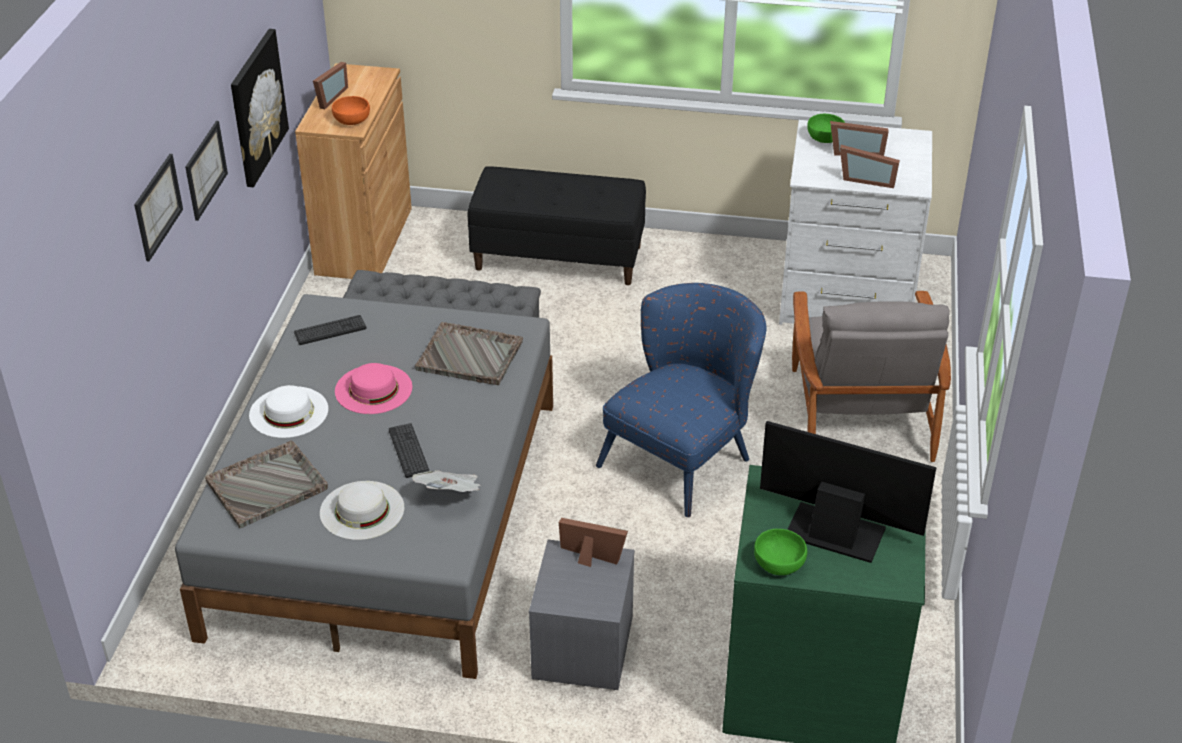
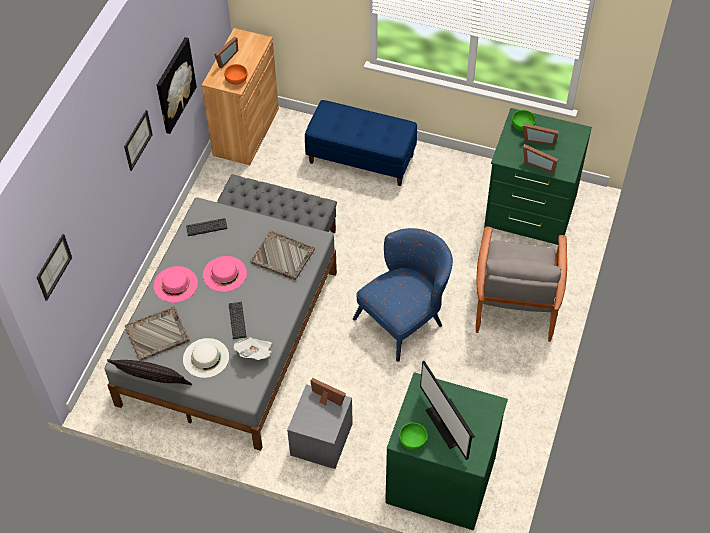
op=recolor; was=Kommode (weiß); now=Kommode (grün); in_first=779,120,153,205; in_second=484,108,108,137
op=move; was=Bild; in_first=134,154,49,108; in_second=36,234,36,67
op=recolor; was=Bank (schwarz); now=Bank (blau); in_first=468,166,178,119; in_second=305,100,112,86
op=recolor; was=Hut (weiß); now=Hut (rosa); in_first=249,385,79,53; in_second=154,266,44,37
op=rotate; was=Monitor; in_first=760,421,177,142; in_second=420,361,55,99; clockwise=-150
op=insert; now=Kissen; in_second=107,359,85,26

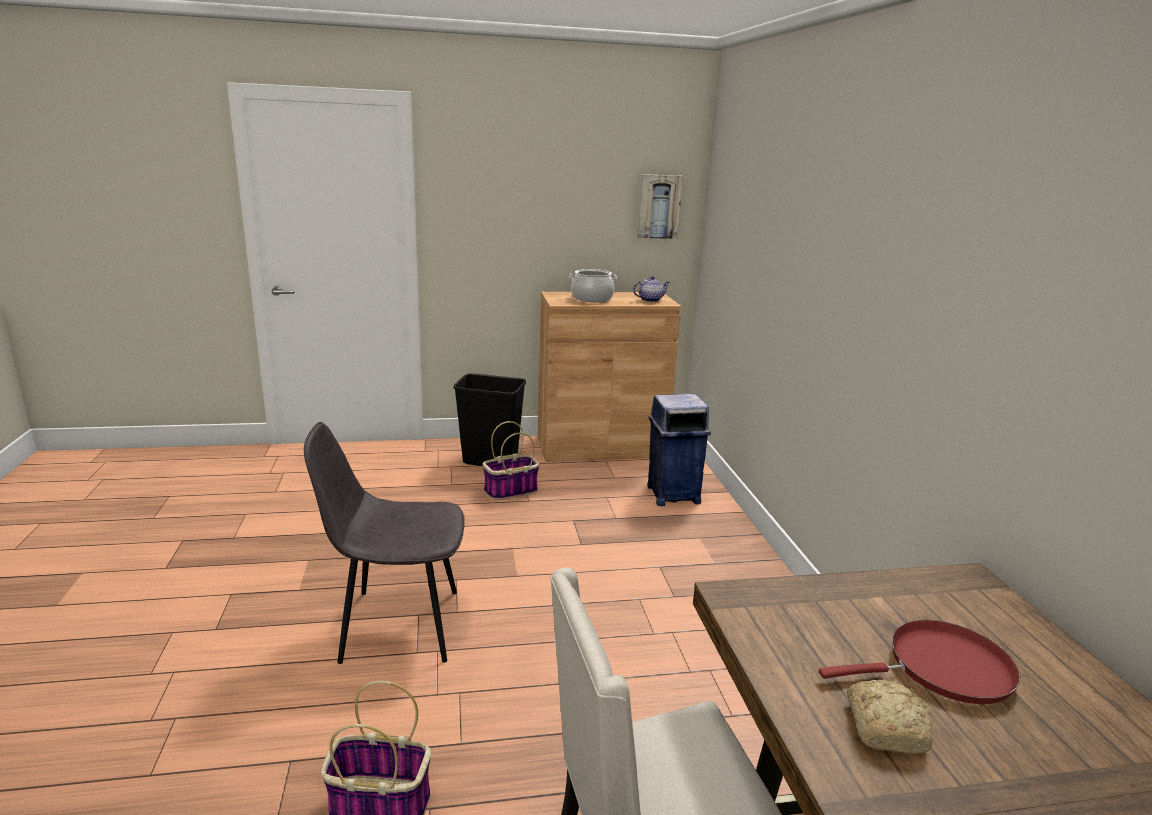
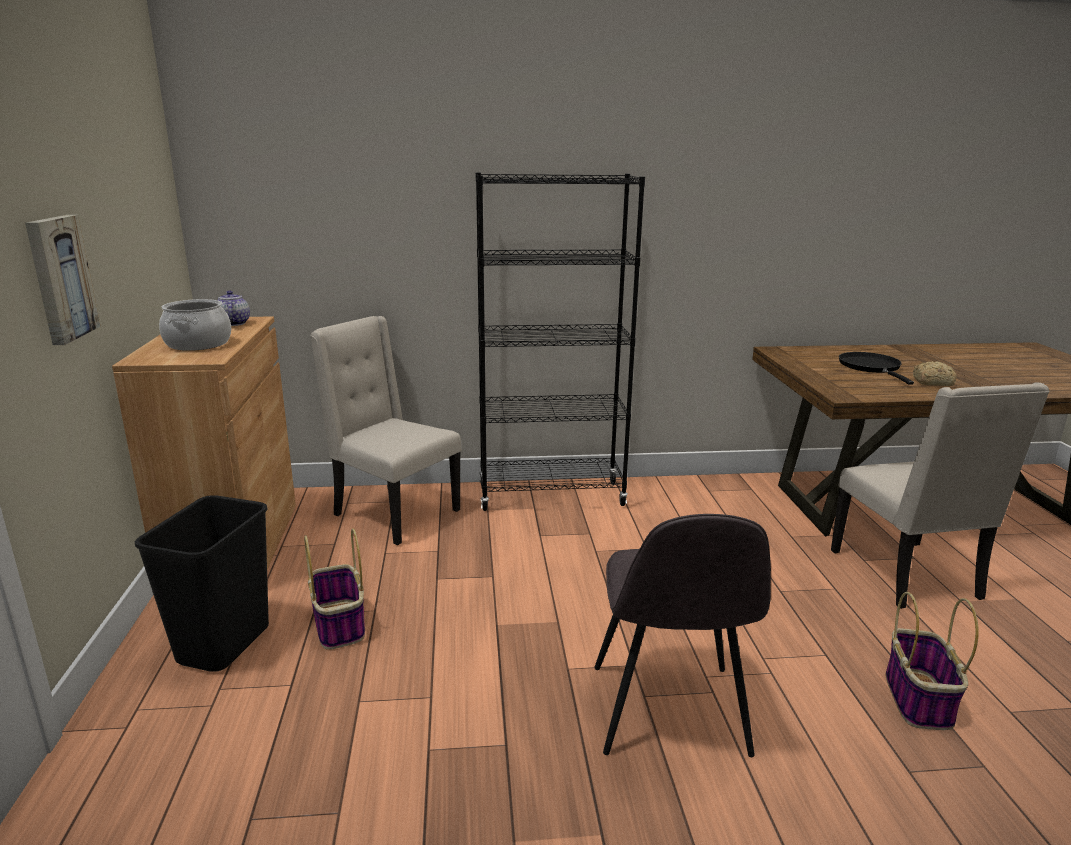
op=move; was=Bild; in_first=637,174,46,65; in_second=25,215,76,130
op=replace; was=Mülleimer (blau); now=Stuhl (beige); in_first=647,394,64,112; in_second=310,316,152,229
op=recolor; was=Pfanne (rot); now=Pfanne (schwarz); in_first=819,620,201,84; in_second=839,352,75,33
op=insert; now=Bücherregal (schwarz); in_second=476,172,169,339

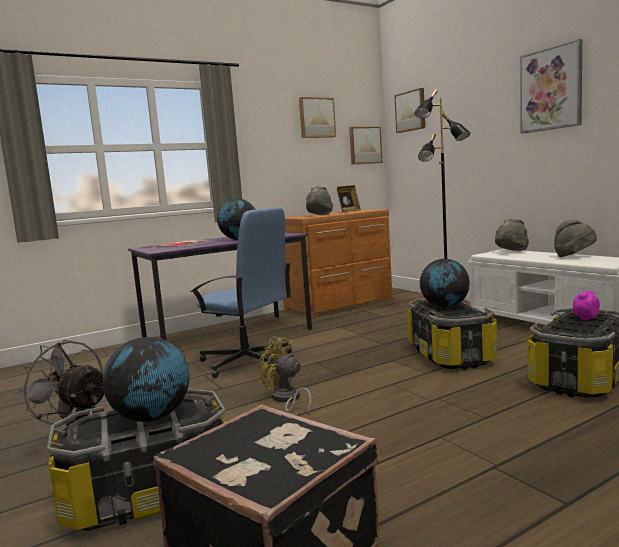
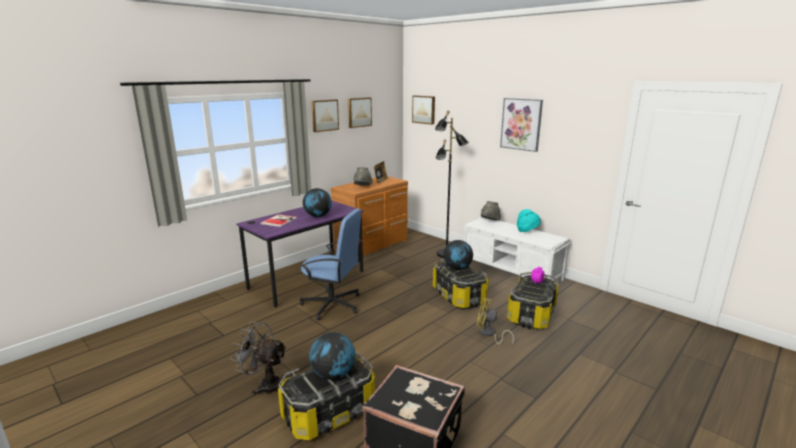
op=move; was=Bild; in_first=349,127,33,38; in_second=311,99,28,33
op=recolor; was=Hut (grau); now=Hut (türkis); in_first=554,219,43,38; in_second=517,209,24,23
op=move; was=Ventilator (gelb); in_first=259,336,53,79; in_second=477,298,37,47

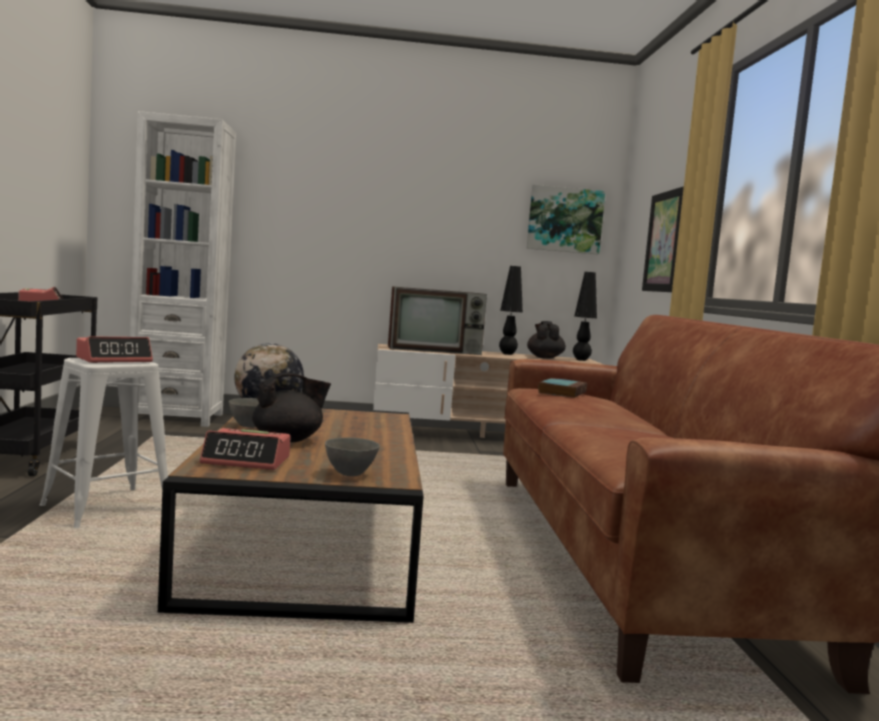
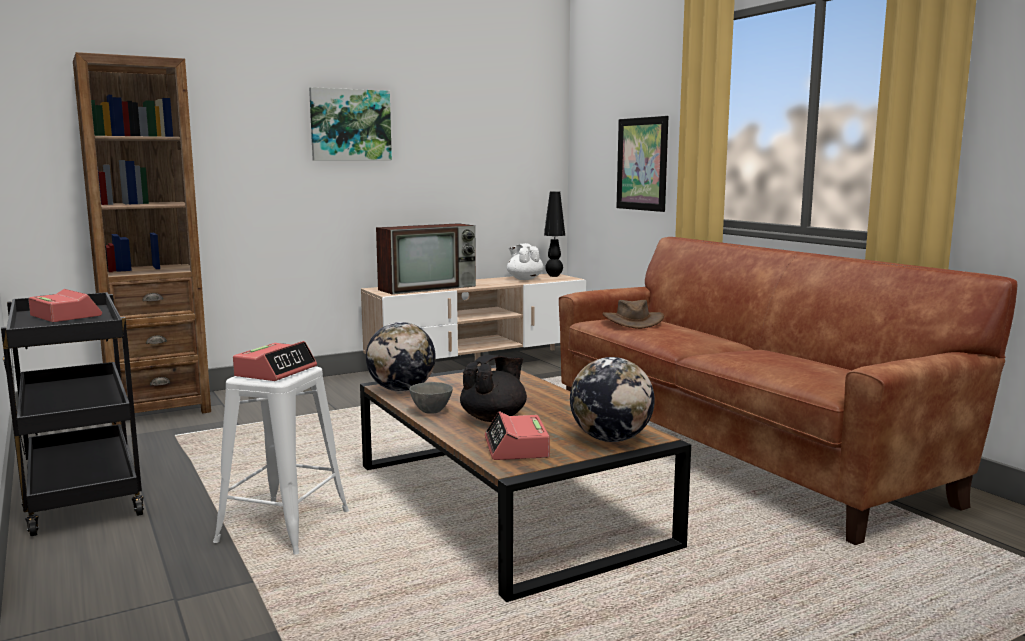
op=recolor; was=Bücherregal (weiß); now=Bücherregal (braun); in_first=130,111,106,316; in_second=73,52,138,373
op=move; was=Bild; in_first=527,184,79,70; in_second=309,87,83,74
op=delete; was=Tischlampe (schwarz); in_first=499,266,24,89
op=recolor; was=Teekanne (schwarz); now=Teekanne (weiß); in_first=527,321,39,38; in_second=507,243,37,37
op=replace; was=Buch; now=Hut (braun); in_first=538,378,49,20; in_second=603,300,61,29
op=rotate; was=Wecker; in_first=200,428,91,42; in_second=485,411,65,49; clockwise=105
op=replace; was=Schüssel (grau); now=Globus; in_first=325,438,55,38; in_second=570,357,85,85

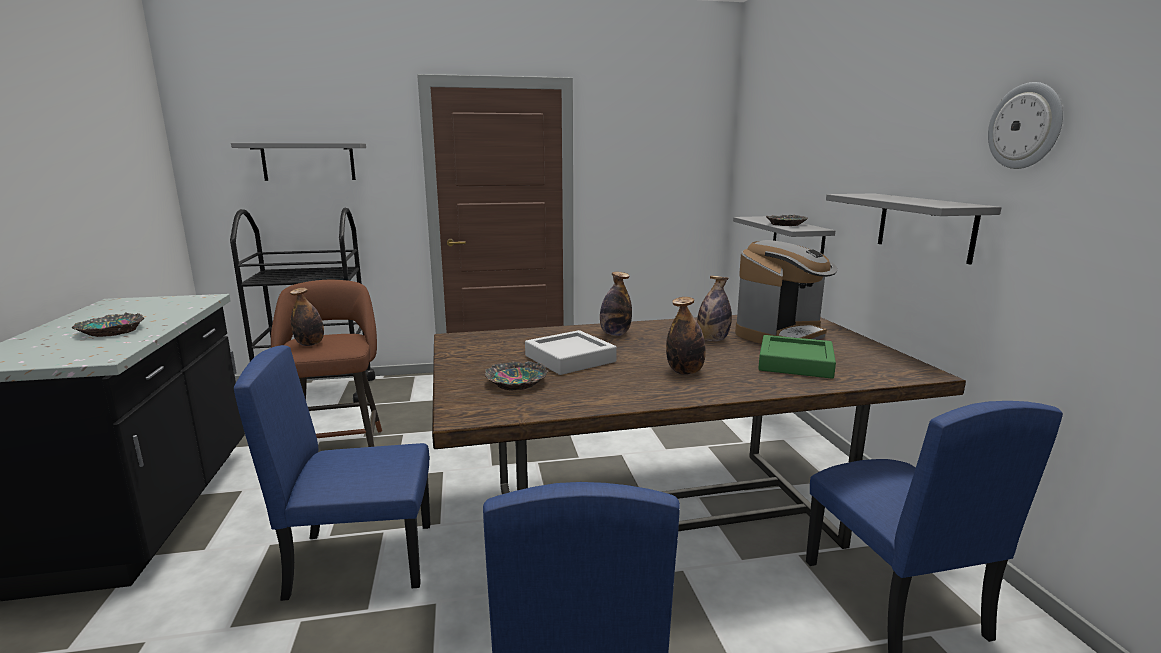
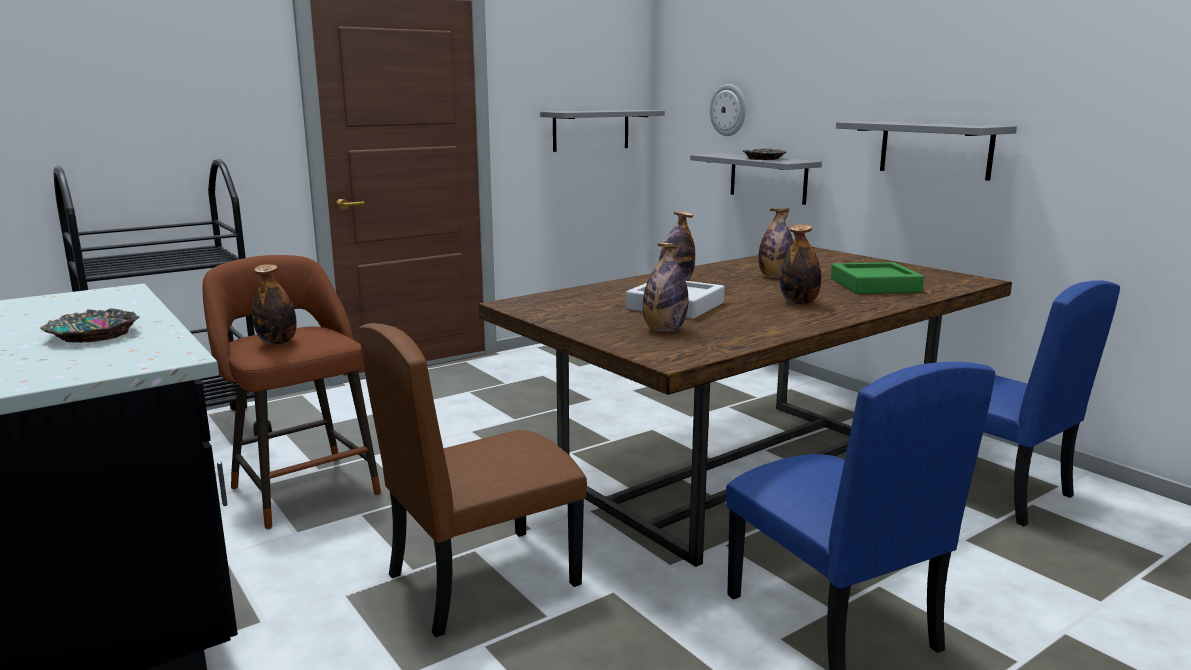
op=move; was=Wanduhr; in_first=988,82,75,87; in_second=710,84,36,52
op=move; was=Wandregal (grau); in_first=231,143,135,38; in_second=540,110,125,42
op=delete; was=Kaffeemaschine; in_first=735,240,102,104
op=recolor; was=Stuhl (blau); now=Stuhl (braun); in_first=234,345,196,256; in_second=359,323,228,314
op=replace; was=Schüssel; now=Flasche; in_first=485,361,64,29; in_second=643,243,45,88

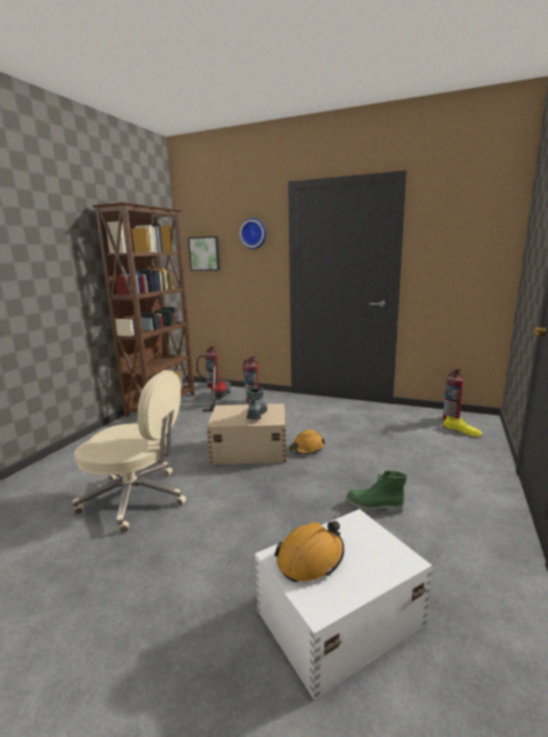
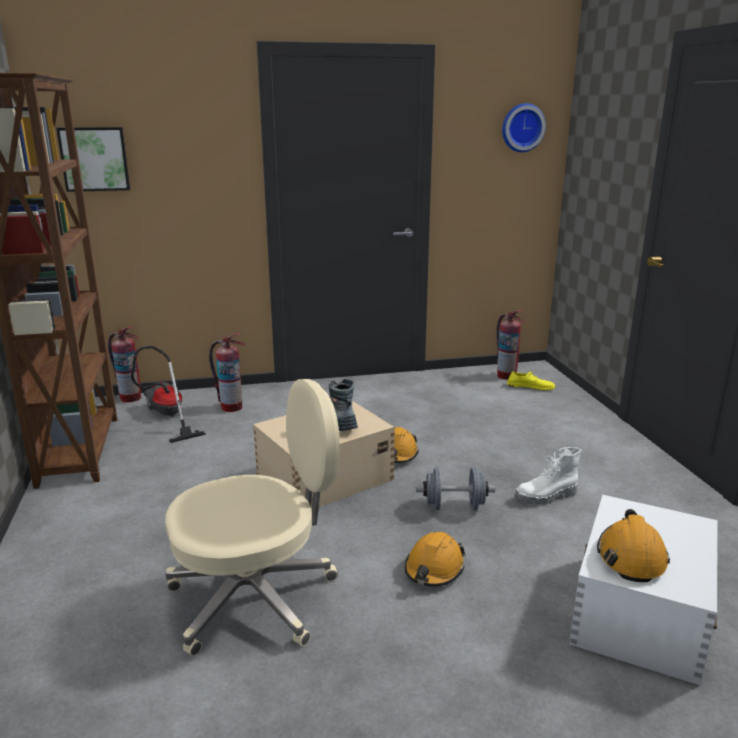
op=move; was=Wanduhr; in_first=239,218,27,31; in_second=502,103,44,49
op=recolor; was=Stiefel (grün); now=Stiefel (weiß); in_first=346,471,61,42; in_second=514,447,67,58
op=insert; now=Hantel (grau); in_second=416,467,79,43
op=insert; now=Schutzhelm (orange); in_second=405,532,61,55

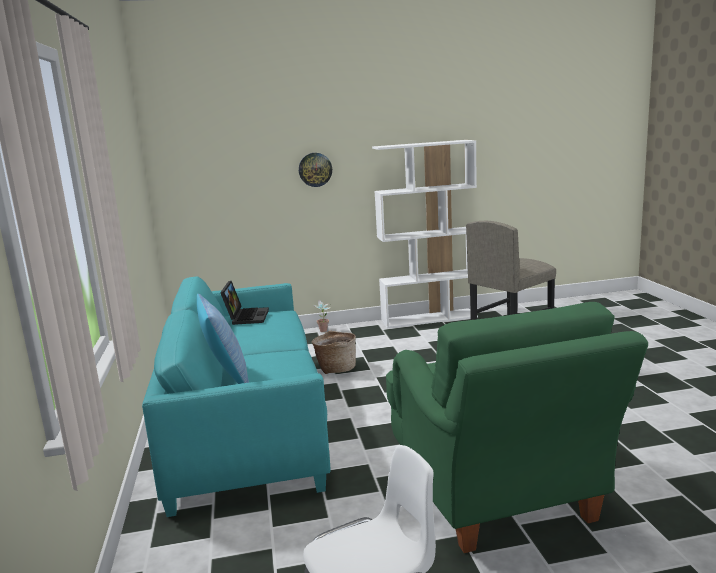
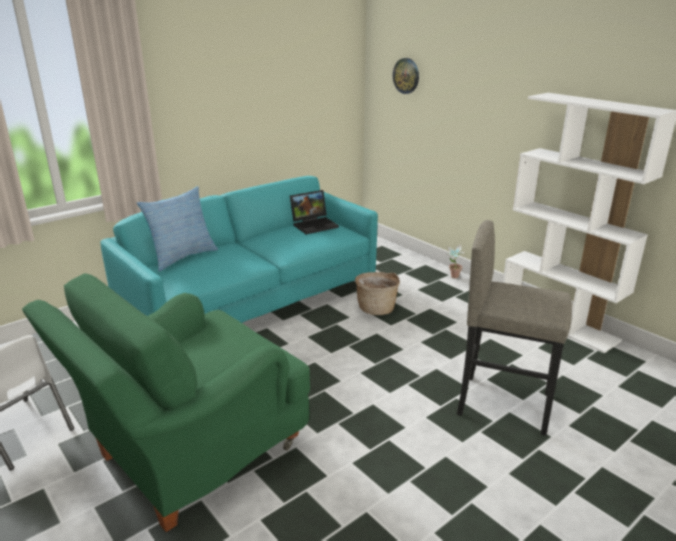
op=move; was=Wanduhr; in_first=299,153,33,34; in_second=393,58,26,36

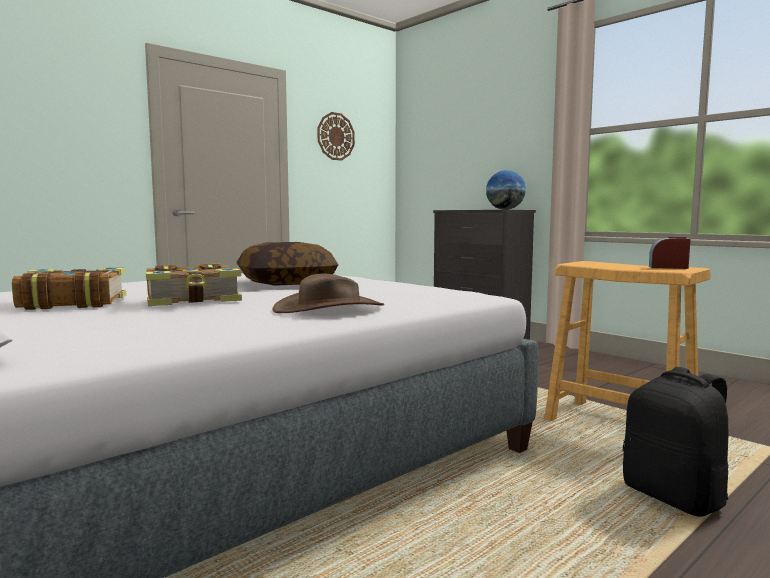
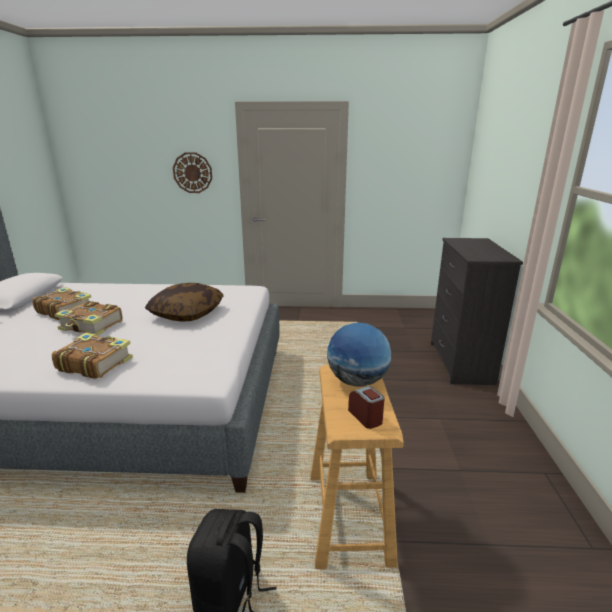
op=move; was=Wanduhr; in_first=317,112,38,49; in_second=173,152,39,41
op=move; was=Globus; in_first=486,170,40,40; in_second=327,322,64,65
op=replace; was=Hut (braun); now=Buch; in_first=272,274,112,39; in_second=52,333,81,46

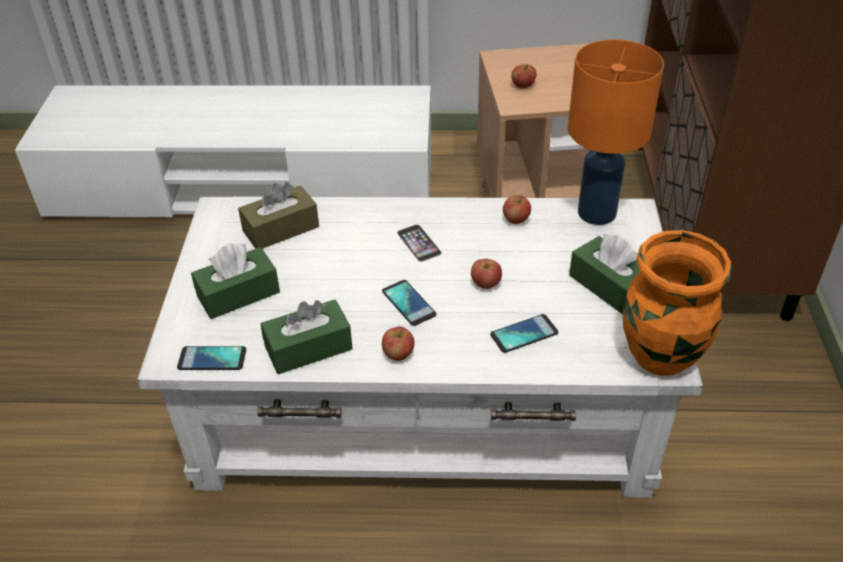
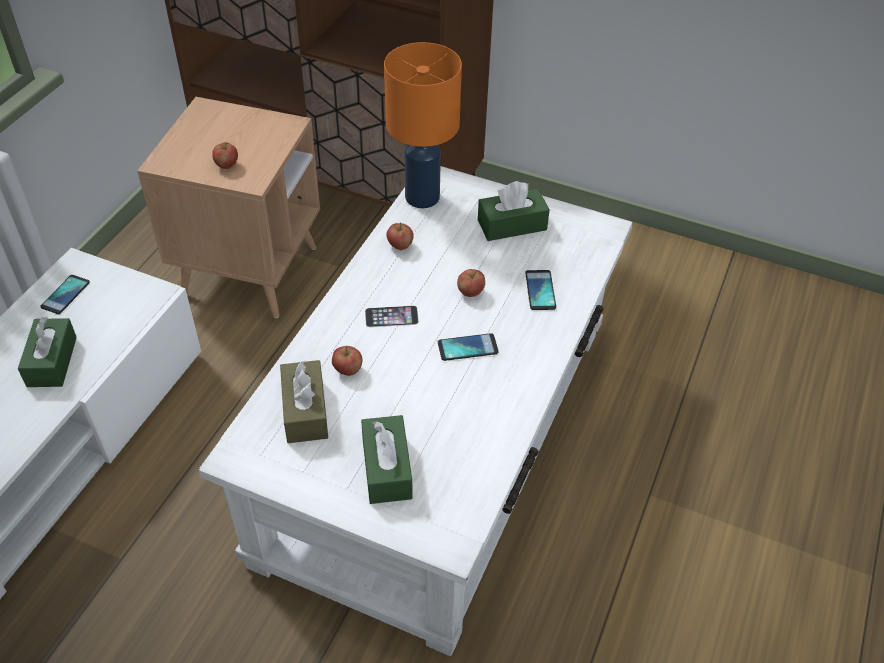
op=delete; was=Vase (orange); in_first=623,230,109,146
op=move; was=Taschentuchbox (grün); in_first=261,300,92,74; in_second=18,317,59,70
op=move; was=Apfel; in_first=382,327,33,34; in_second=332,346,31,30
op=move; was=Handy; in_first=177,346,69,24; in_second=40,275,50,39

